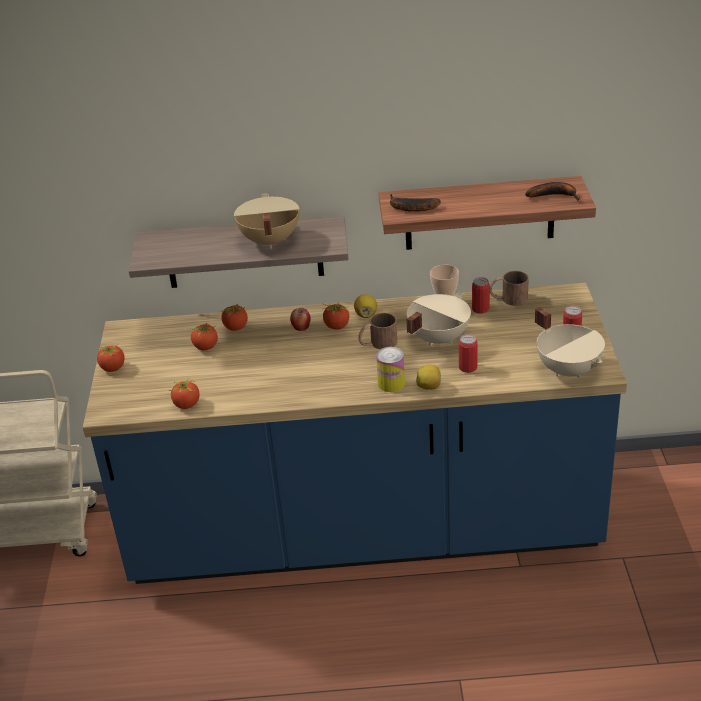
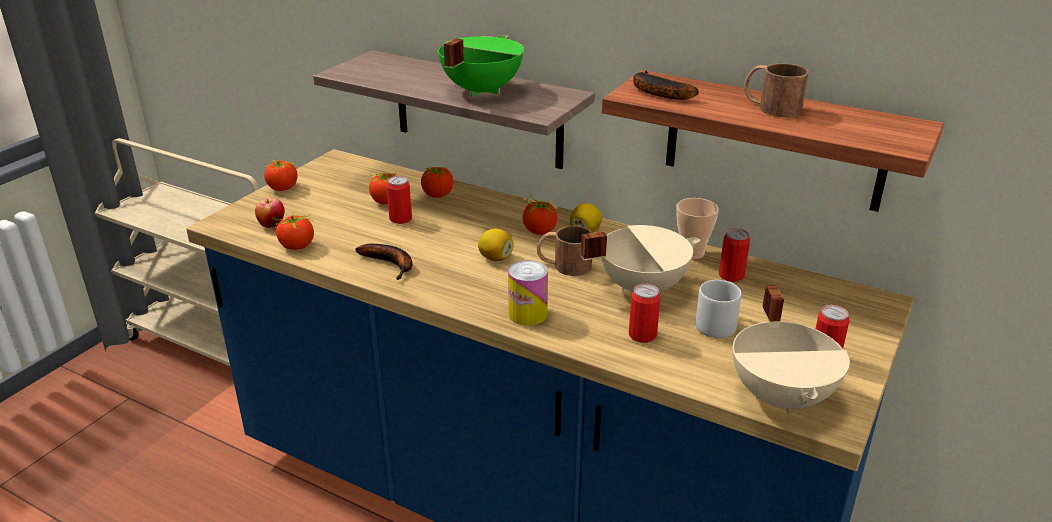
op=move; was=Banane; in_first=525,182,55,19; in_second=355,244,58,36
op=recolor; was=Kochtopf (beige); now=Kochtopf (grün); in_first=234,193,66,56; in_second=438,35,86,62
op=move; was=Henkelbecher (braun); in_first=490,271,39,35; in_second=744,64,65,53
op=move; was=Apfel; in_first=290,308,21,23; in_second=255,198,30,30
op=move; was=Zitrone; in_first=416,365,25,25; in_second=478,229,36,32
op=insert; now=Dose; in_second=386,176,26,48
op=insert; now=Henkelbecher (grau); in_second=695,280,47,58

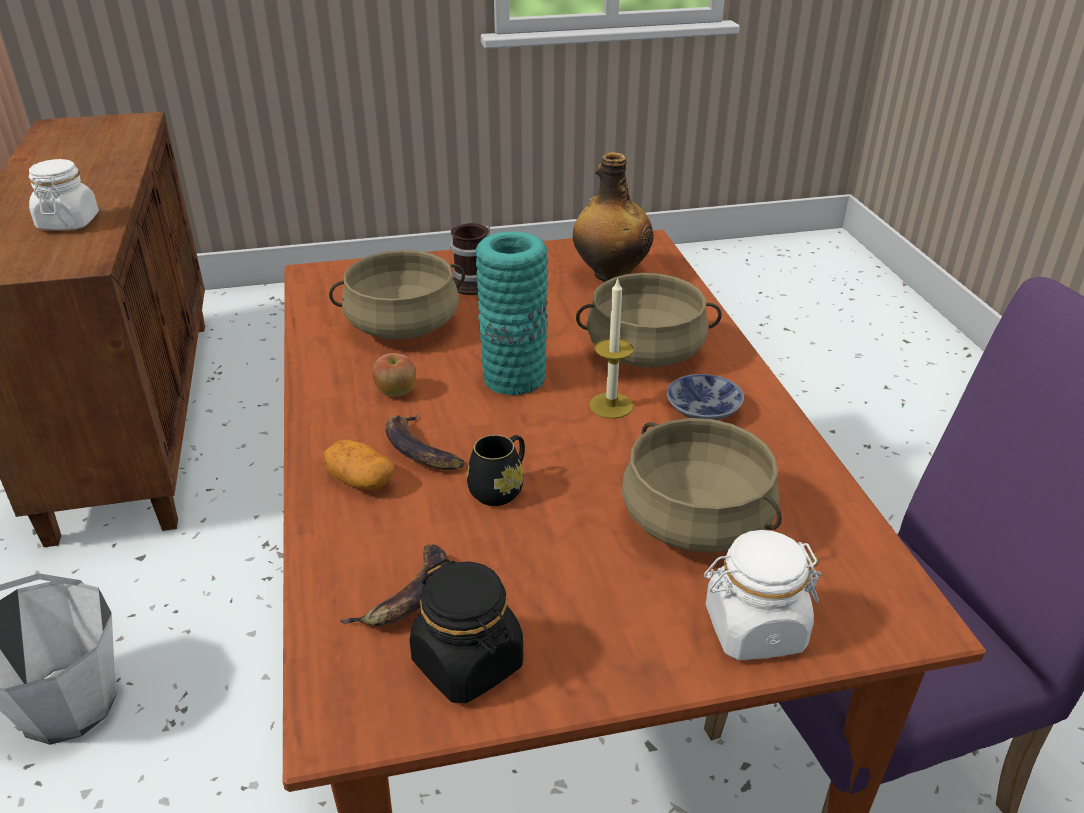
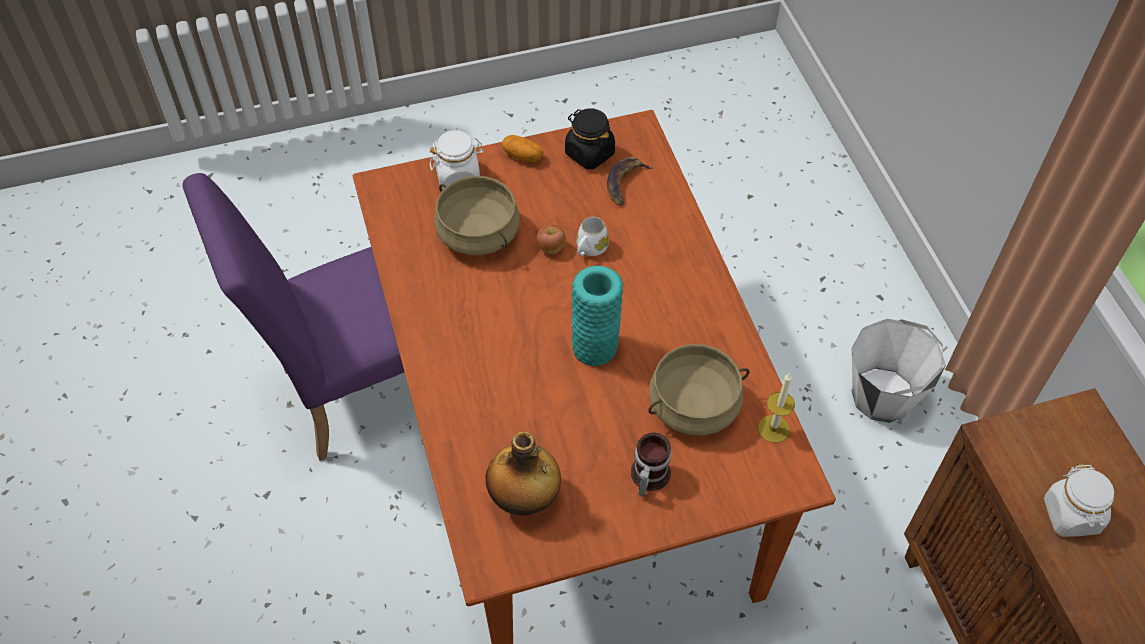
op=delete; was=Kochtopf (beige); in_first=576,273,146,95
op=move; was=Kerze; in_first=589,277,45,142; in_second=758,373,37,70
op=move; was=Apfel; in_first=372,353,44,44; in_second=537,225,29,29
op=delete; was=Schüssel; in_first=666,374,78,46
op=delete; was=Banane; in_first=385,414,80,56
op=recolor; was=Henkelbecher (schwarz); now=Henkelbecher (weiß); in_first=467,435,58,71; in_second=576,217,33,39
op=move; was=Kartoffel; in_first=323,440,71,50; in_second=502,135,42,27

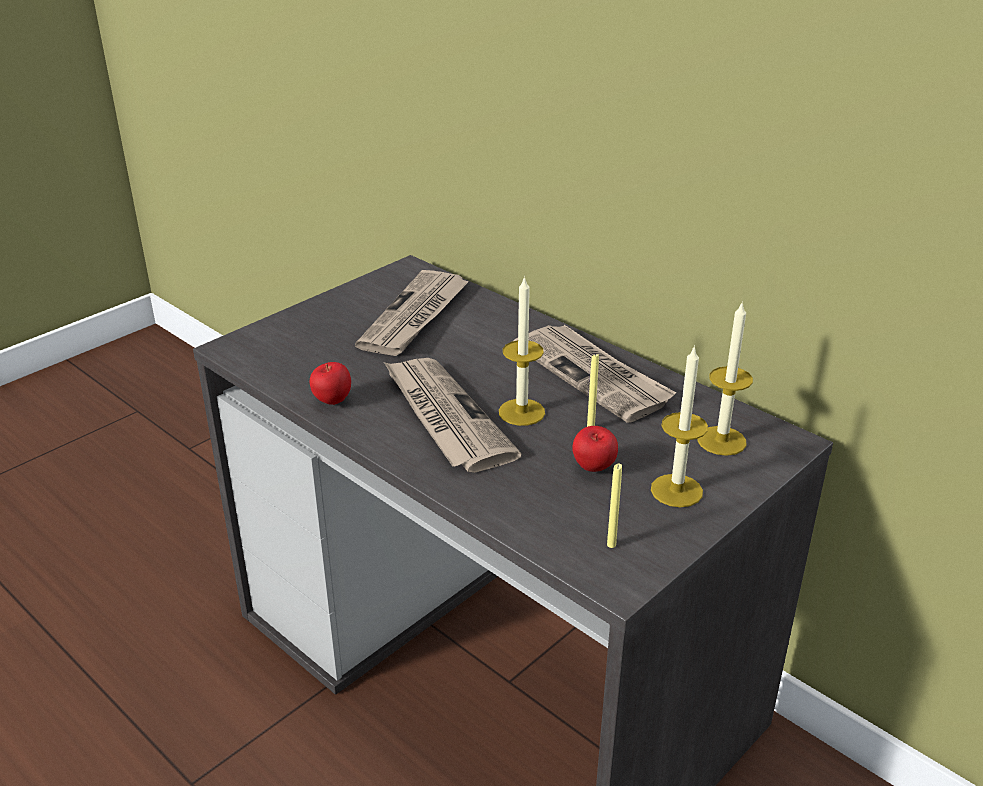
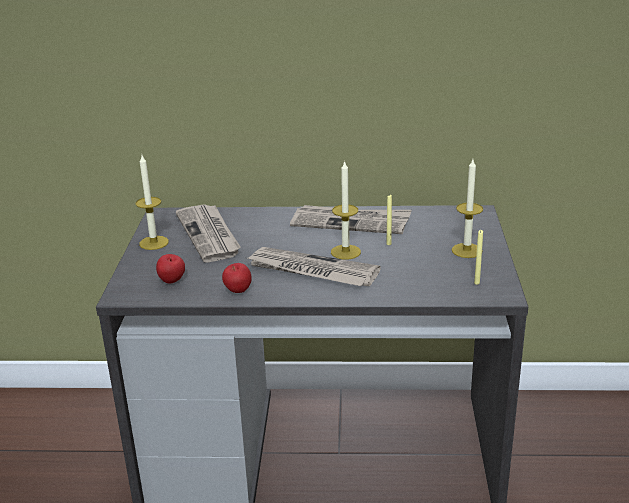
op=move; was=Kerze; in_first=698,301,55,155; in_second=136,155,33,95
op=move; was=Apfel; in_first=572,426,46,46; in_second=156,254,29,30

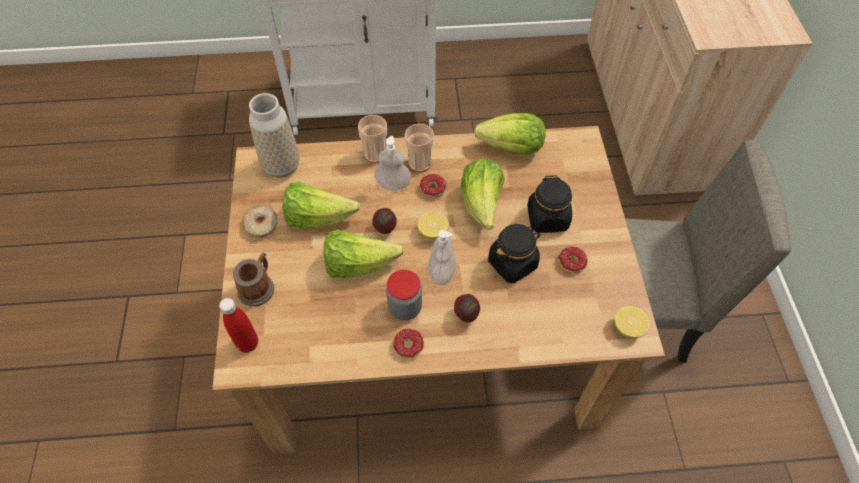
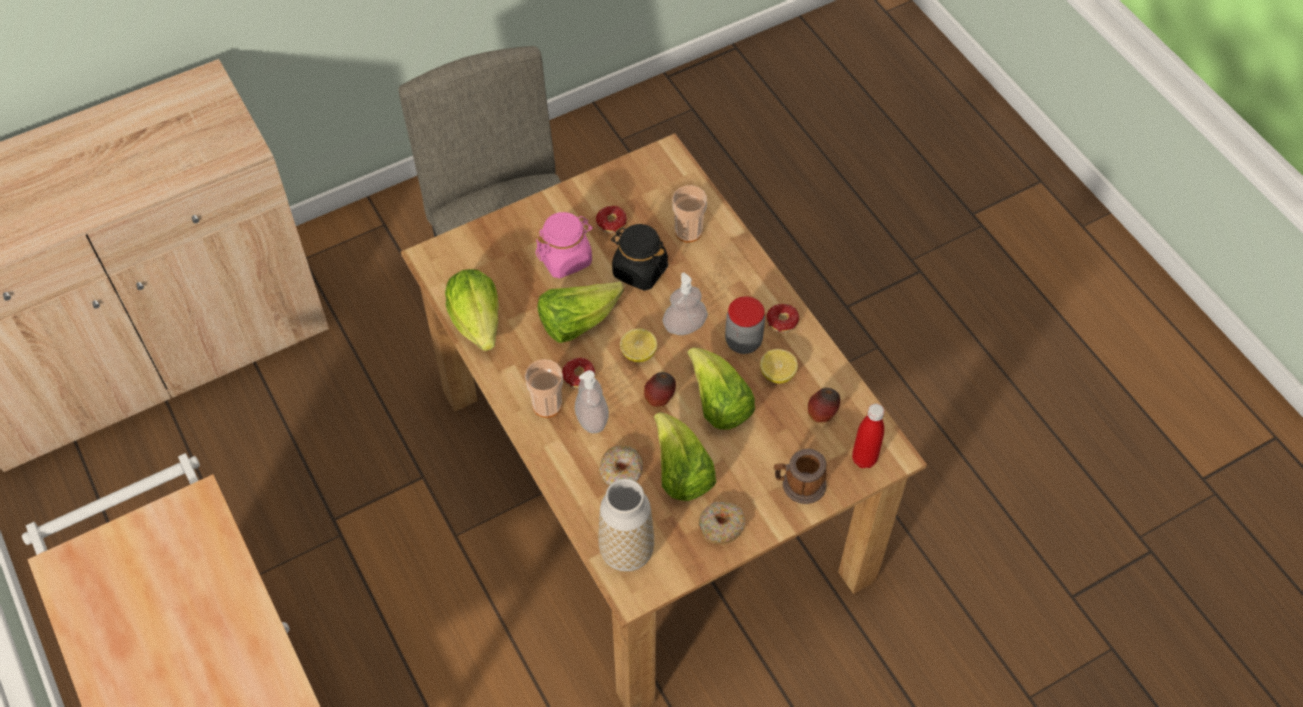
op=move; was=Tasse; in_first=358,115,29,48; in_second=672,185,35,57
op=recolor; was=Vorratsglas (schwarz); now=Vorratsglas (rosa); in_first=527,175,45,58; in_second=536,212,57,66
op=move; was=Apfel; in_first=454,294,26,28; in_second=808,388,32,34
op=move; was=Zitrone; in_first=614,306,36,32; in_second=760,349,38,34
op=insert; now=Donut; in_second=599,445,44,40

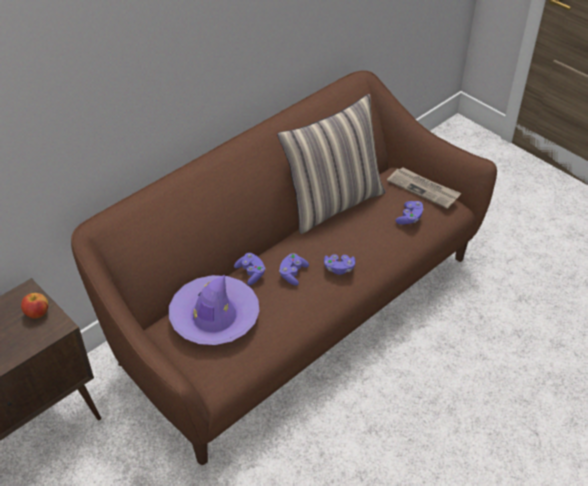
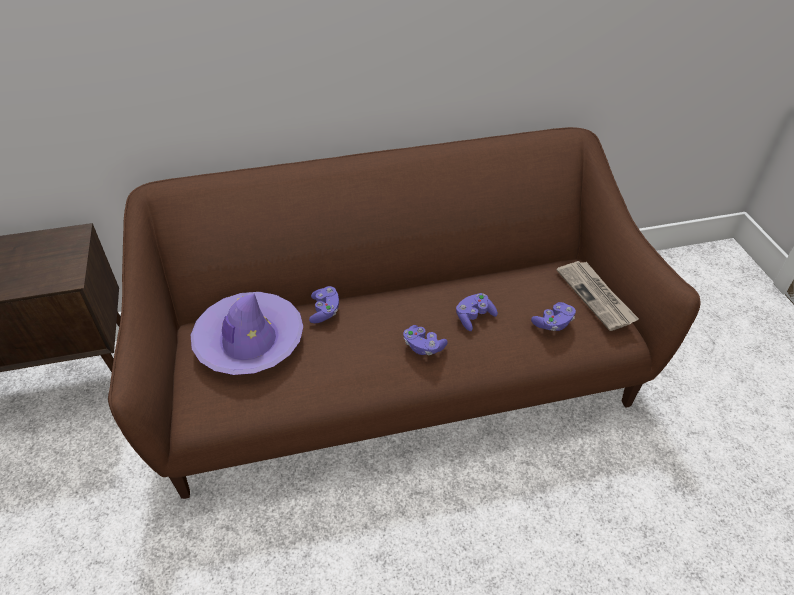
op=delete; was=Kissen; in_first=277,94,109,140
op=move; was=Gamepad (lila); in_first=279,253,30,33; in_second=456,293,42,38
op=delete; was=Apfel; in_first=21,293,27,26

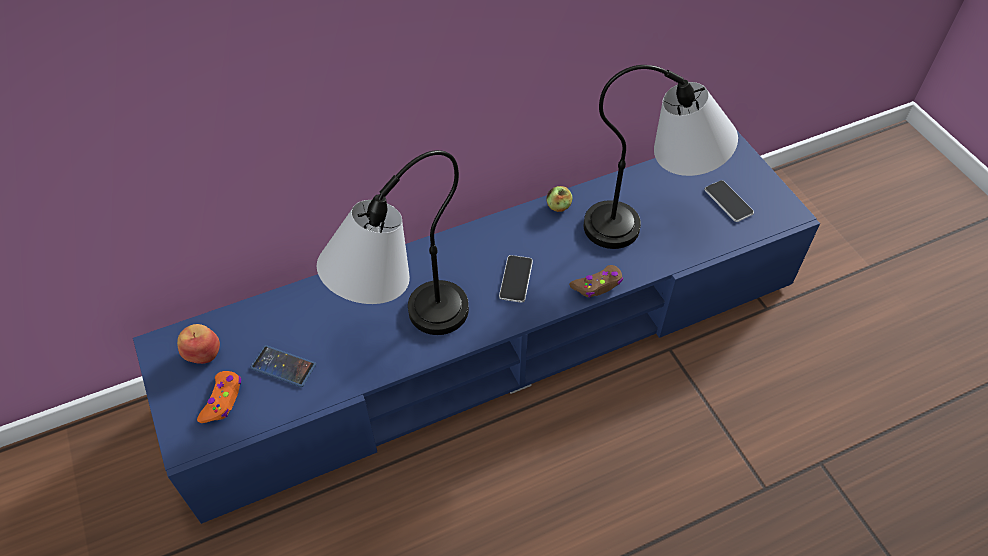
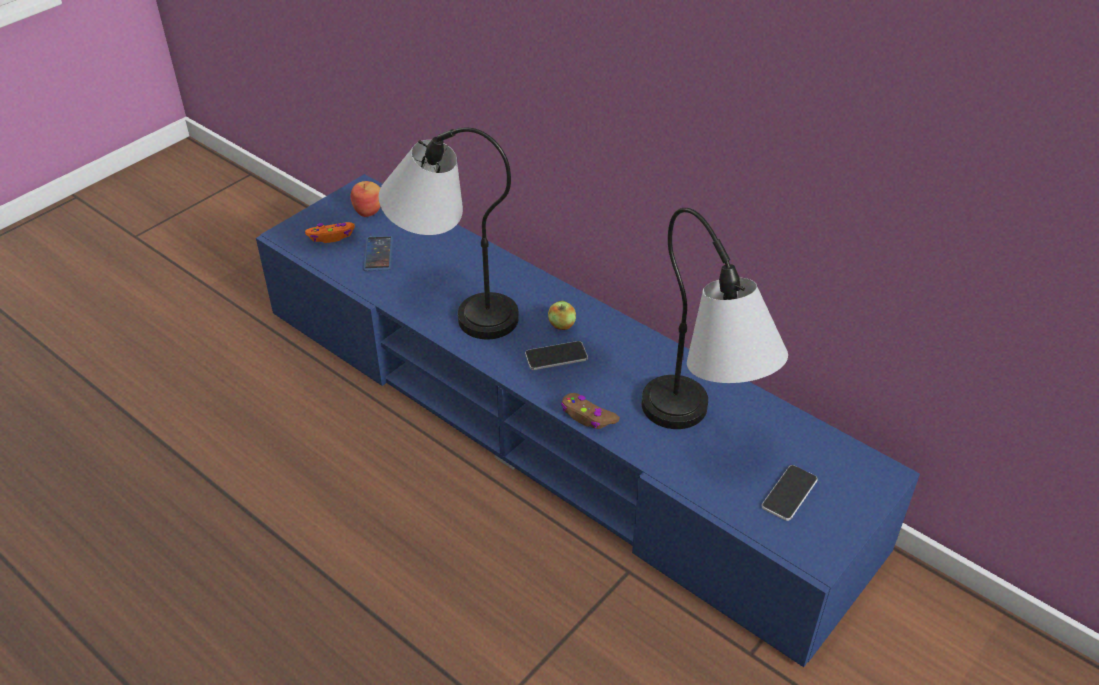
op=move; was=Apfel; in_first=546,186,26,26; in_second=548,301,28,29

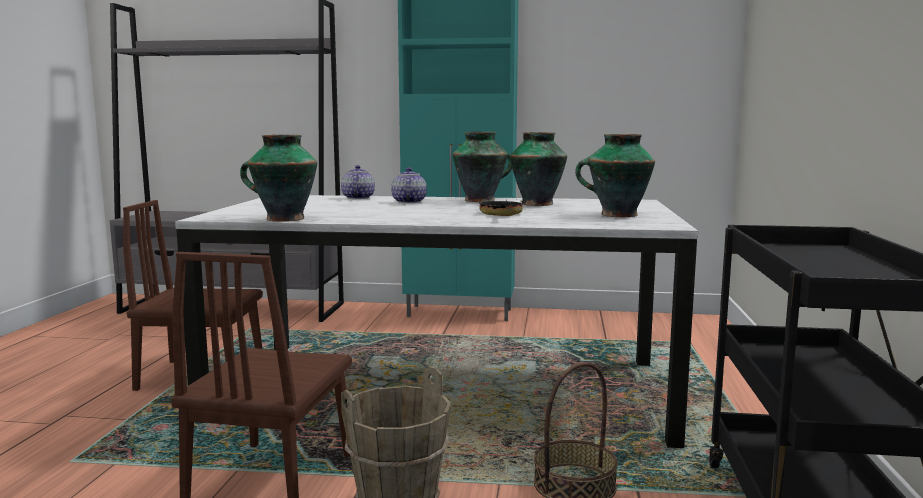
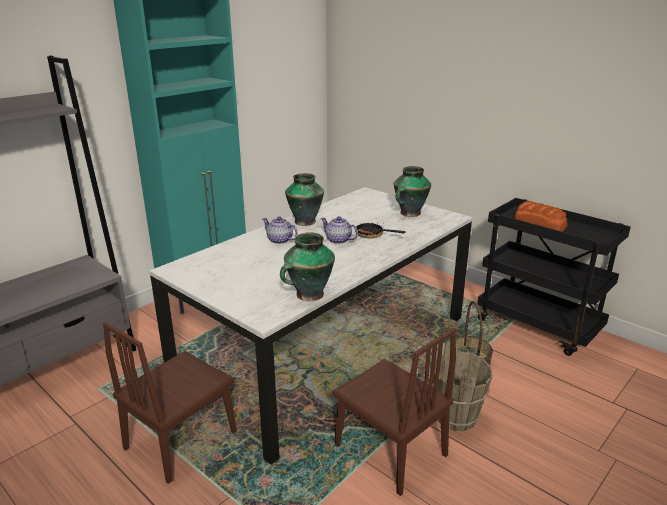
op=delete; was=Vase; in_first=510,132,57,74
op=move; was=Teekanne; in_first=341,165,34,34; in_second=320,216,38,28
op=insert; now=Brot; in_second=514,201,53,30

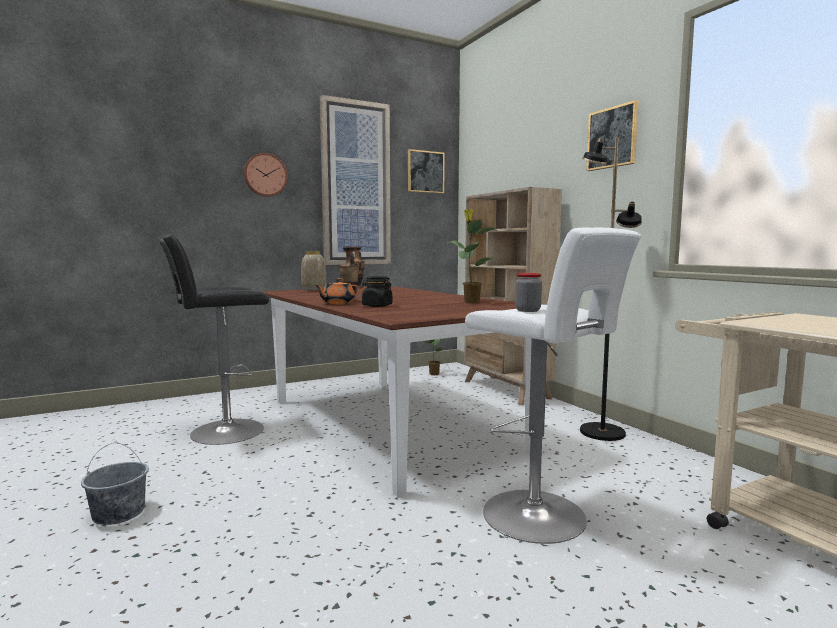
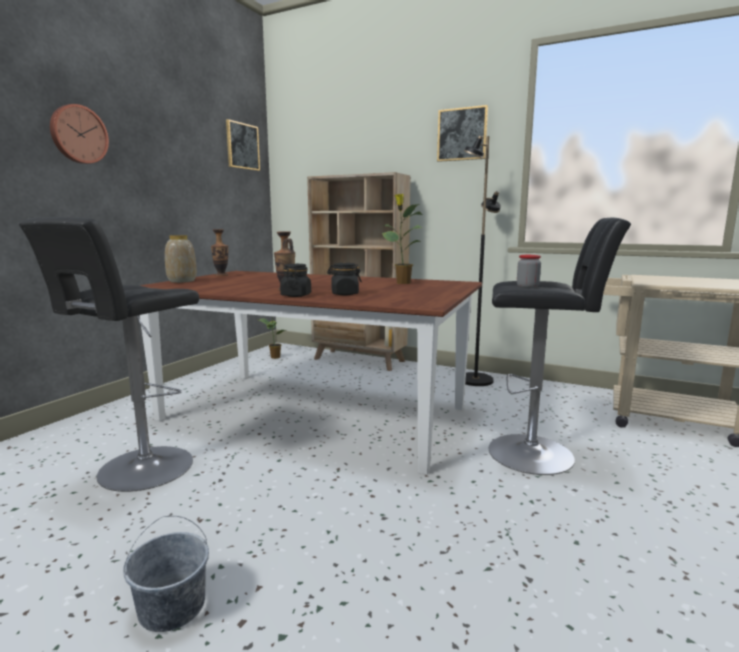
op=delete; was=Bild; in_first=320,95,71,170
op=recolor; was=Hocker (weiß); now=Hocker (schwarz); in_first=465,227,177,317; in_second=489,218,142,257
op=replace; was=Teekanne (orange); now=Vorratsglas (schwarz); in_first=315,278,43,27; in_second=280,264,31,33

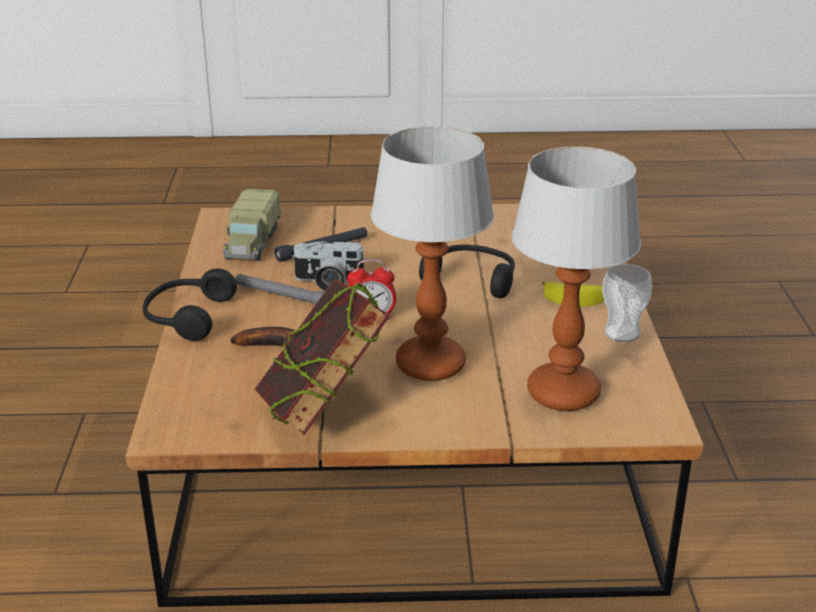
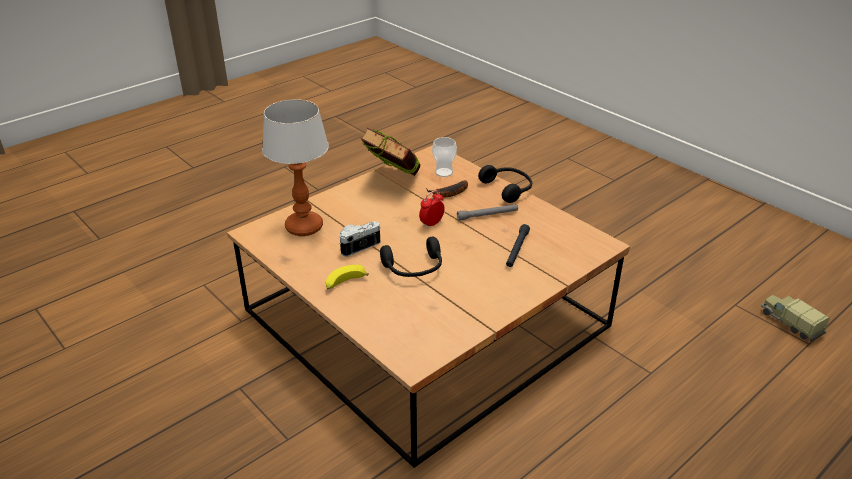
op=delete; was=Tischlampe; in_first=371,126,123,255
op=move; was=Spielzeuglaster; in_first=223,189,58,72; in_second=761,295,69,47
op=move; was=Kamera; in_first=292,241,74,50; in_second=340,221,41,36
op=move; was=Tasse; in_first=602,264,50,78; in_second=432,137,25,40

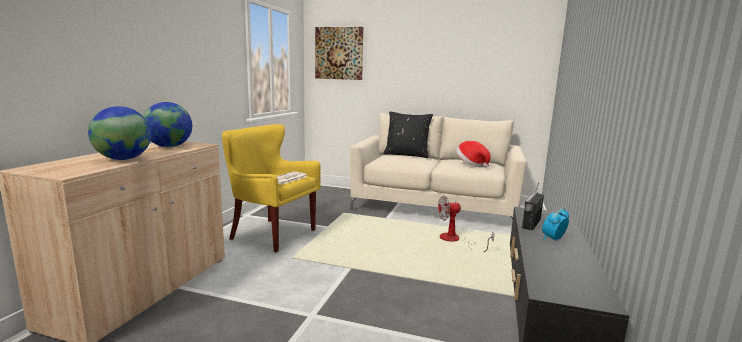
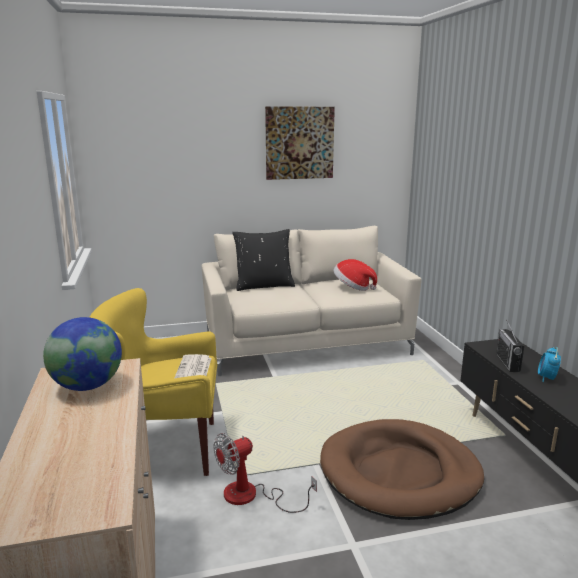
op=move; was=Bild; in_first=315,27,48,53; in_second=265,107,70,73
op=delete; was=Globus; in_first=88,106,63,54
op=move; was=Ventilator; in_first=438,196,56,56; in_second=214,433,103,80
op=insert; now=Hundebett (braun); in_second=320,419,164,101

